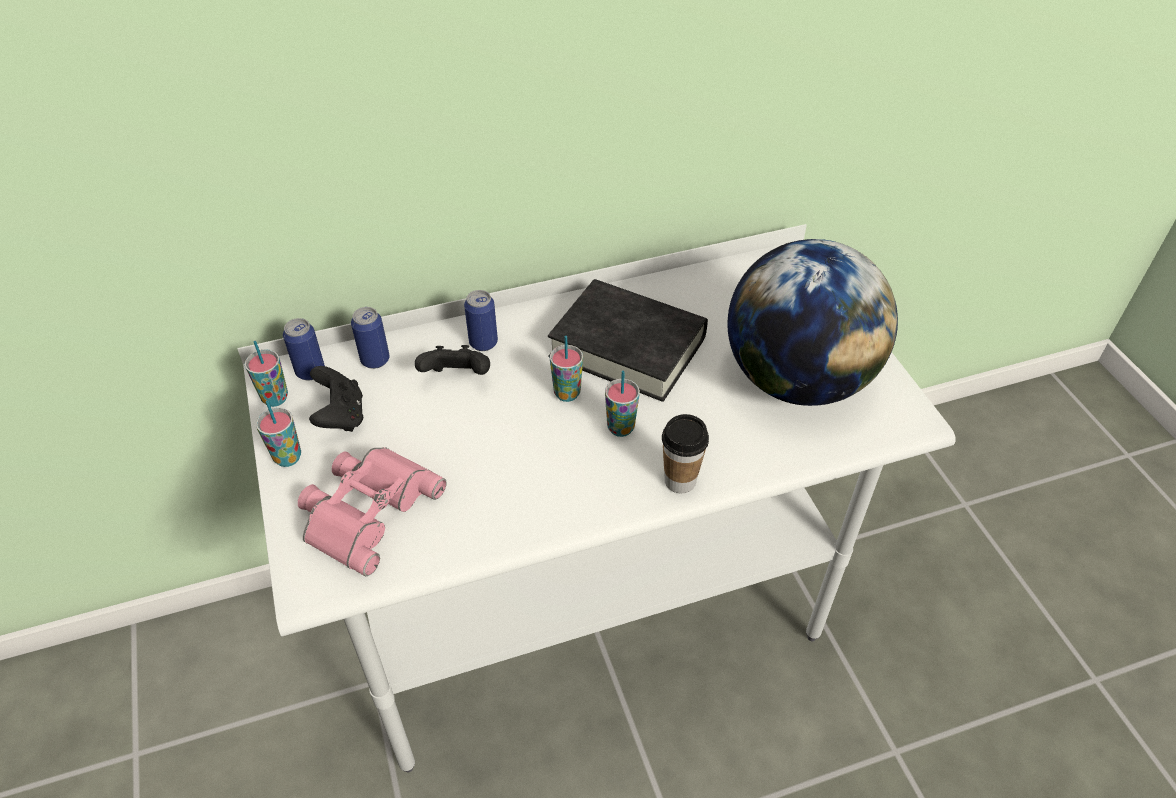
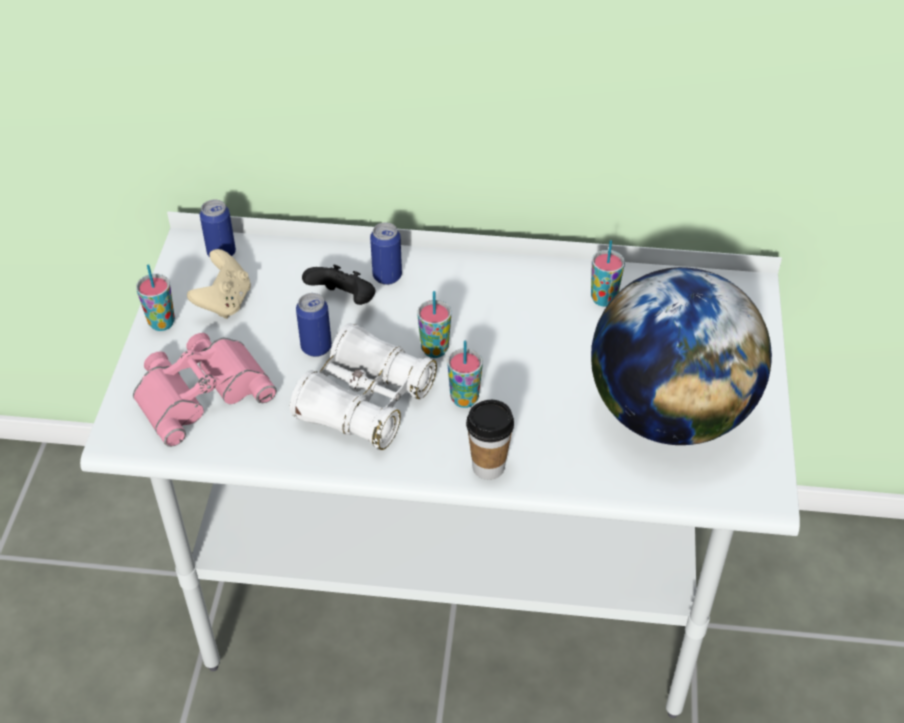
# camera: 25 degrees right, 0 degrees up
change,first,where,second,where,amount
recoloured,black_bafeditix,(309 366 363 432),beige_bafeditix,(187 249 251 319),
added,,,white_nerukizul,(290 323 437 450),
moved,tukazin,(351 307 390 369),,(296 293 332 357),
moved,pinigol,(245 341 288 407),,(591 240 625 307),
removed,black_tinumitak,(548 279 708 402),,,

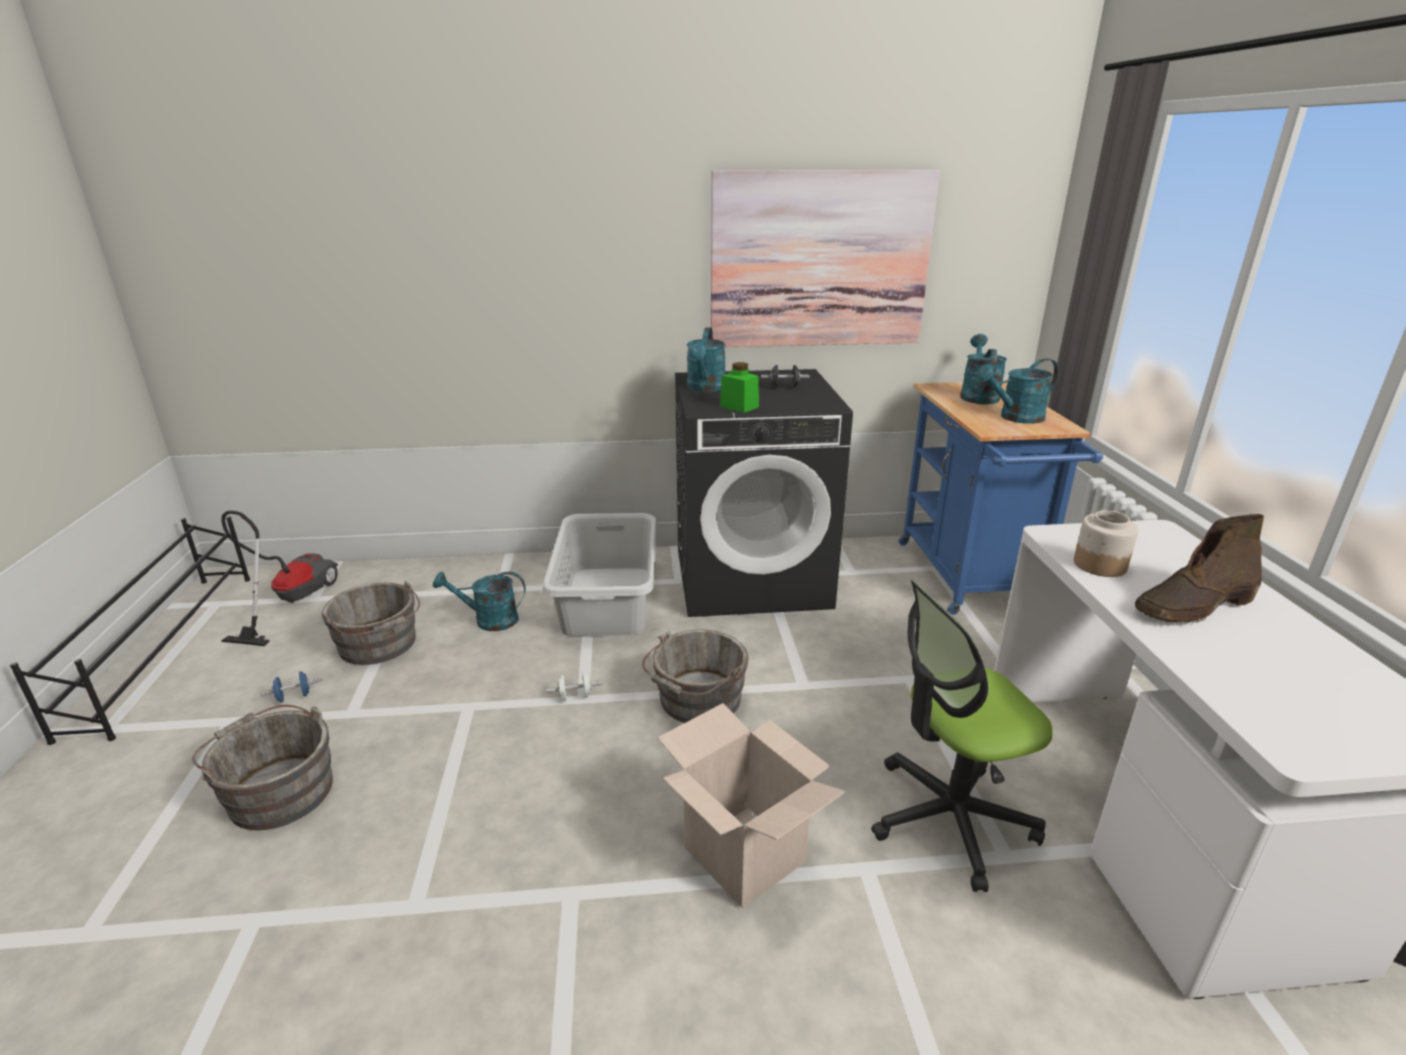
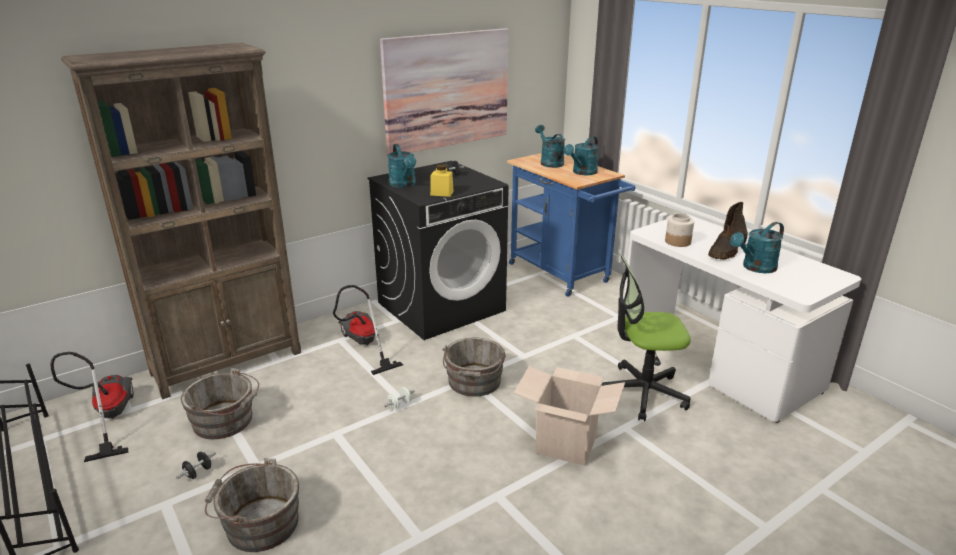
# camera: 30 degrees left, 0 degrees up
change,first,where,second,where,amount
added,,,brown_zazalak,(61 43 301 399),
recoloured,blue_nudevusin,(260 671 322 703),black_nudevusin,(176 452 216 479),
replaced,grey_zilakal,(543 513 657 636),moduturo,(333 285 403 375),
recoloured,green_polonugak,(720 362 759 413),yellow_polonugak,(430 164 454 197),
turned,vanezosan,(871 580 1053 892),,(601 254 691 421),45 degrees clockwise
moved,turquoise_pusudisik,(433 572 525 631),,(730 222 784 273),

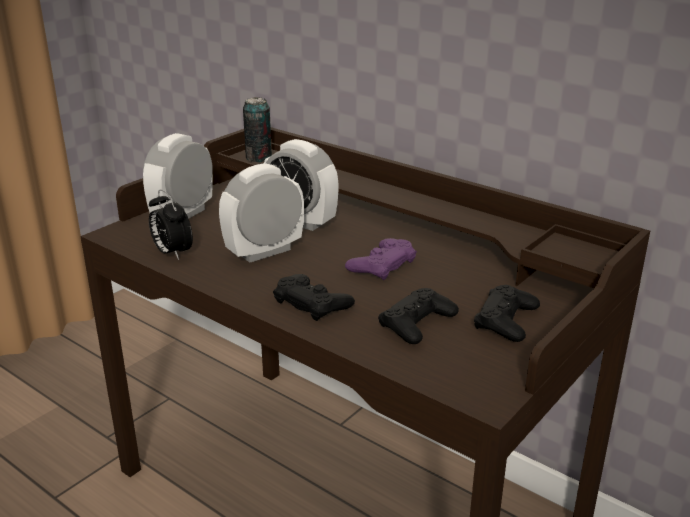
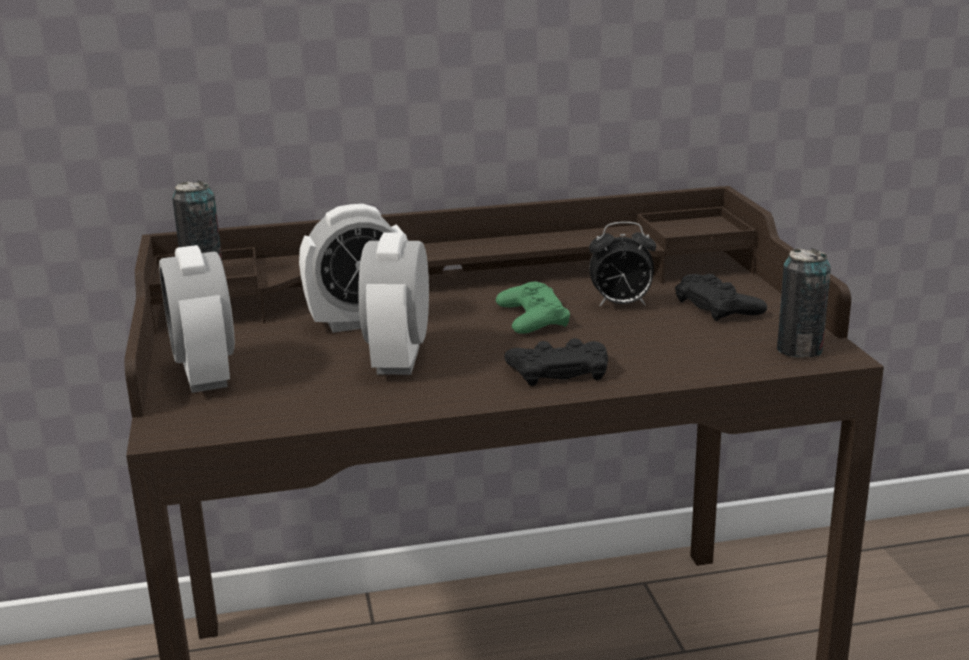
# camera: 50 degrees left, 5 degrees down
change,first,where,second,where,amount
recoloured,purple_bafeditix,(345 238 417 280),green_bafeditix,(496 282 570 334),
moved,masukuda,(149 189 193 260),,(589 222 656 306),
added,,,tukazin,(777 248 831 358),
removed,black_bafeditix,(378 288 459 344),,,

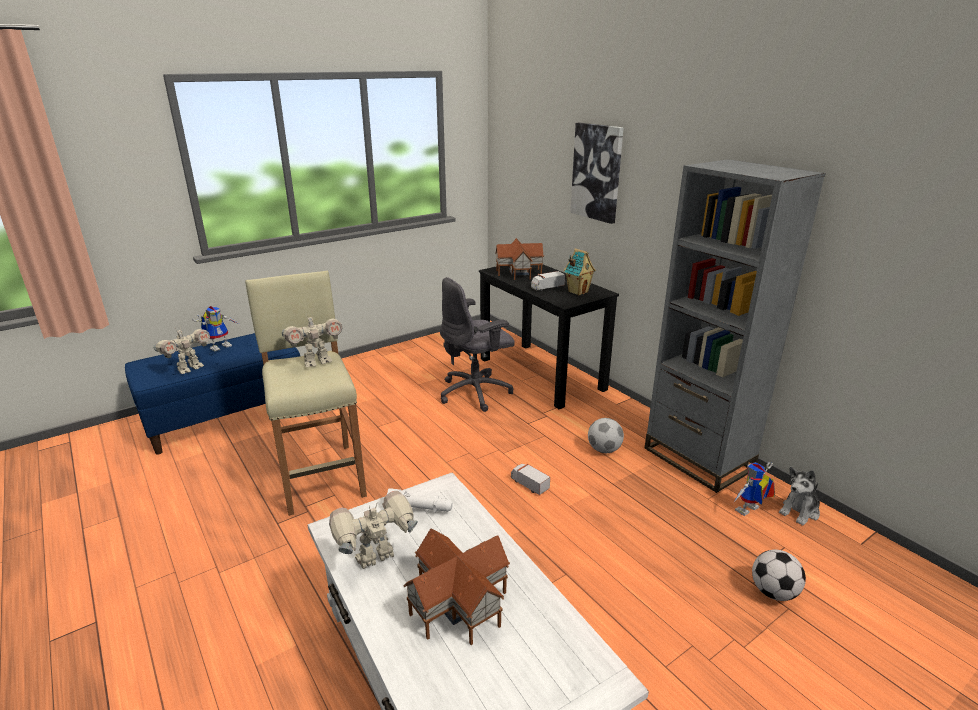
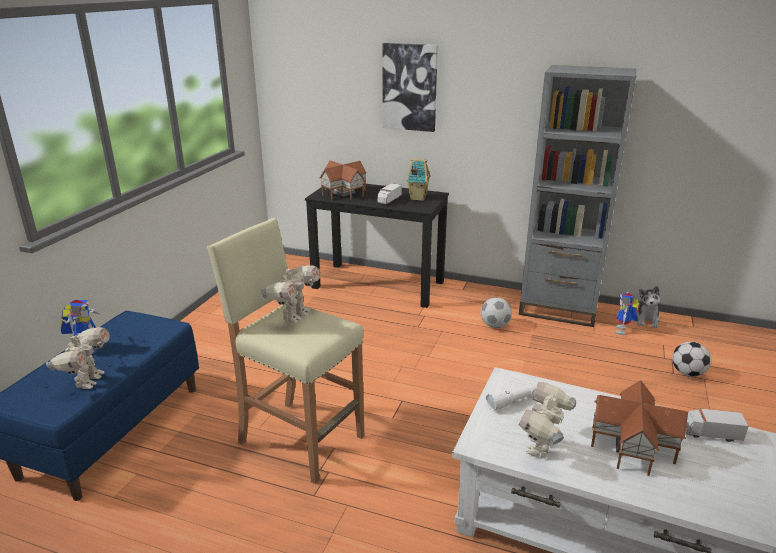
# camera: 35 degrees left, 0 degrees up
change,first,where,second,where,amount
moved,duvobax,(511 464 550 495),,(686 408 749 442),
removed,grey_vanezosan,(440 277 515 412),,,

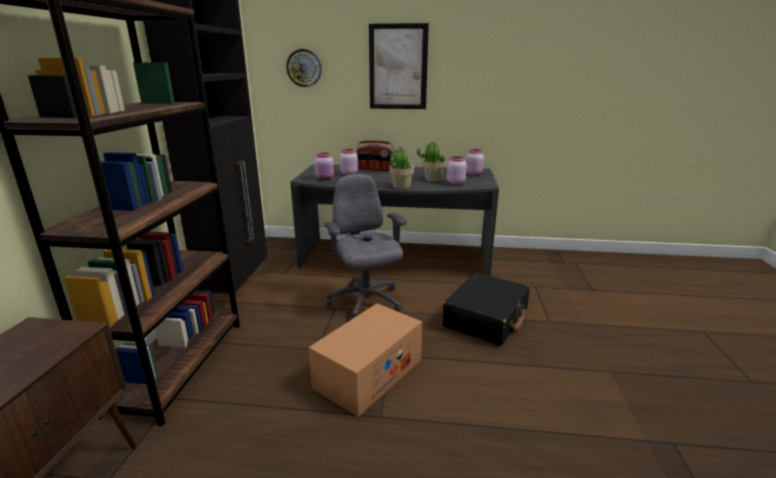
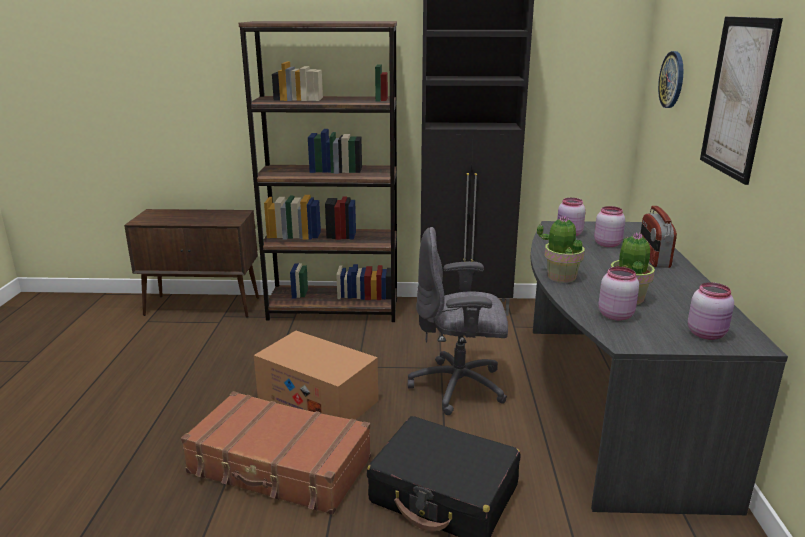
# camera: 85 degrees right, 0 degrees up
change,first,where,second,where,amount
added,,,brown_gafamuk,(181 391 371 515),
turned,grey_vanezosan,(324 174 406 318),,(408 227 508 415),150 degrees counterclockwise

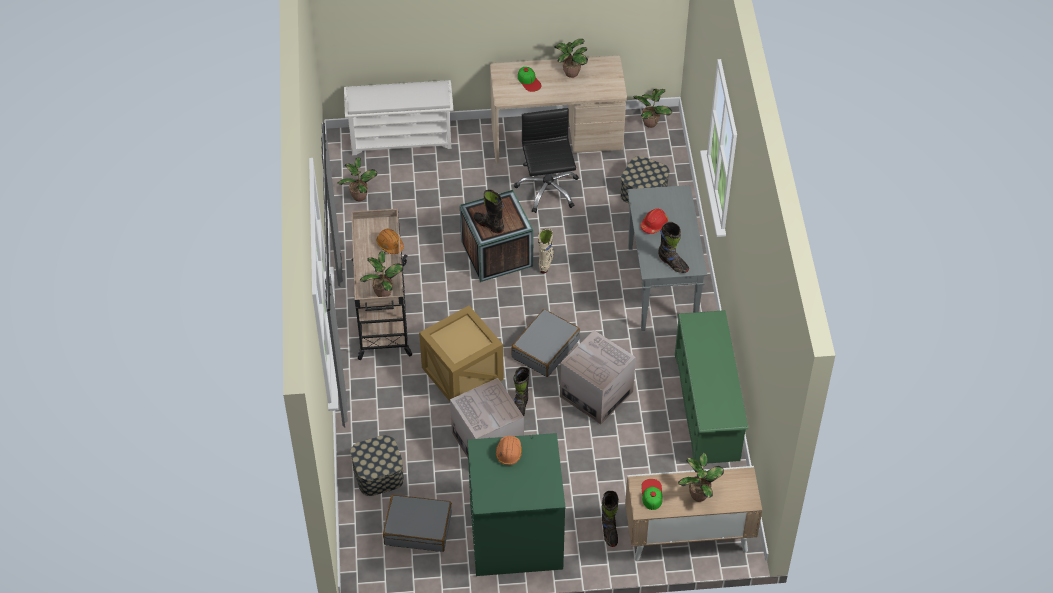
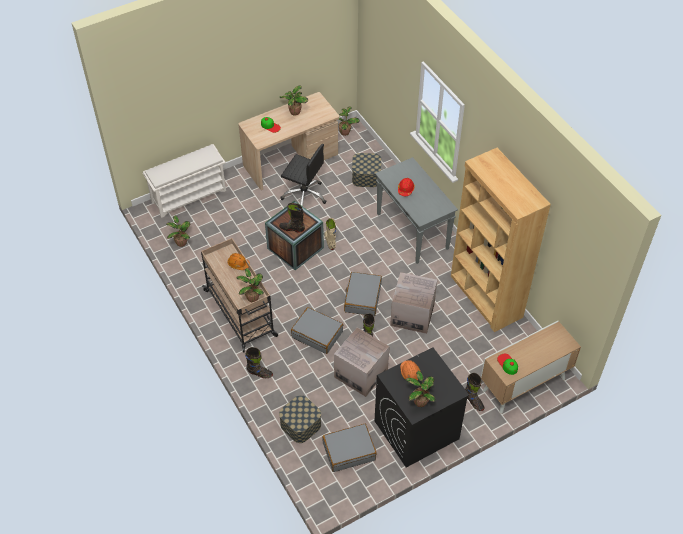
# camera: 25 degrees left, 0 degrees up
change,first,where,second,where,amount
moved,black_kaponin,(658 222 689 273),,(245 347 273 378),
turned,black_vanezosan,(514 108 579 213),,(280 144 327 206),150 degrees clockwise
replaced,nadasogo,(419 306 504 401),grey_gafamuk,(291 307 343 354),
recoloured,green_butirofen,(468 433 566 576),black_butirofen,(374 347 469 468),
moved,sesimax,(678 453 724 502),,(406 371 436 407),
replaced,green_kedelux,(675 310 748 464),brown_zazalak,(451 148 551 332),

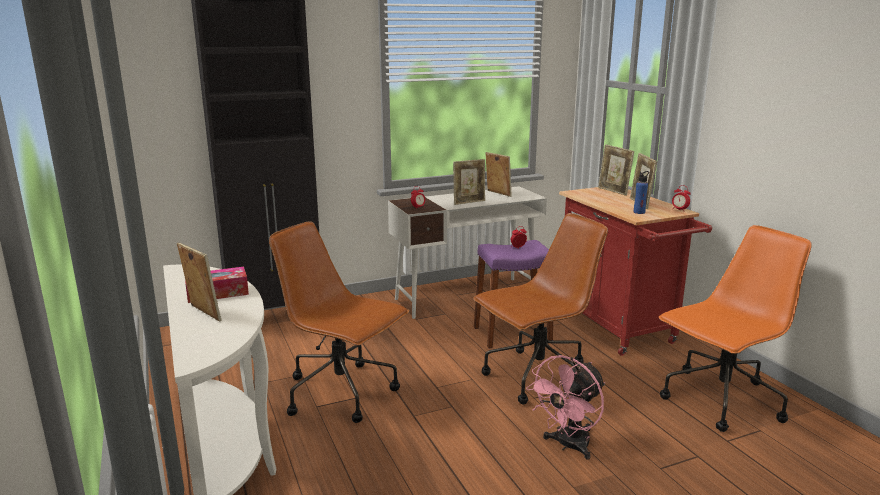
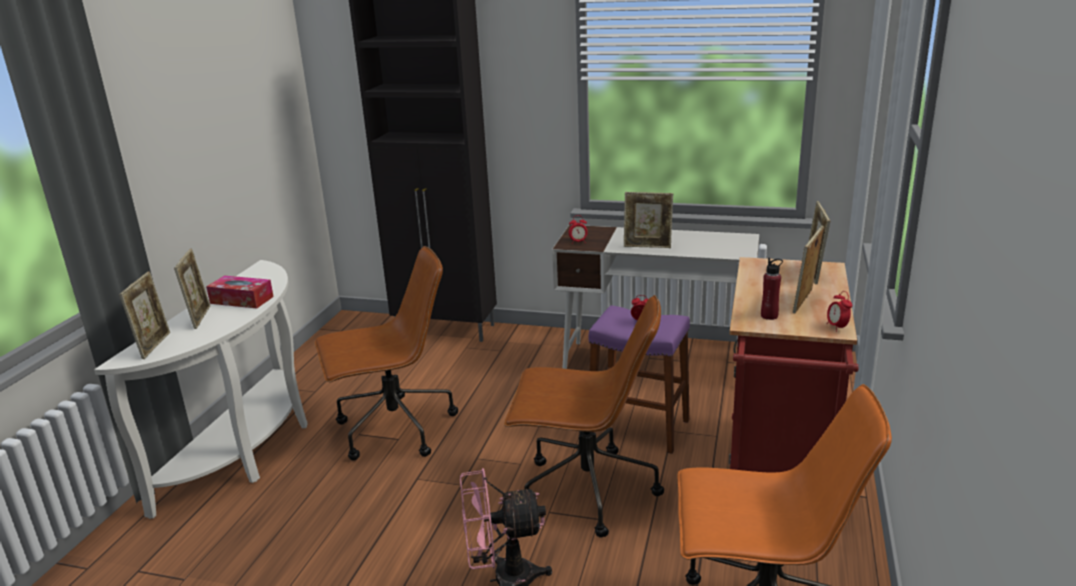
# camera: 40 degrees right, 5 degrees up
change,first,where,second,where,amount
moved,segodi,(485 152 512 197),,(119 271 170 359),
turned,brown_vanezosan,(269 221 409 423),,(314 246 458 461),90 degrees clockwise
recoloured,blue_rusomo,(634 171 649 214),red_rusomo,(761 258 783 320),

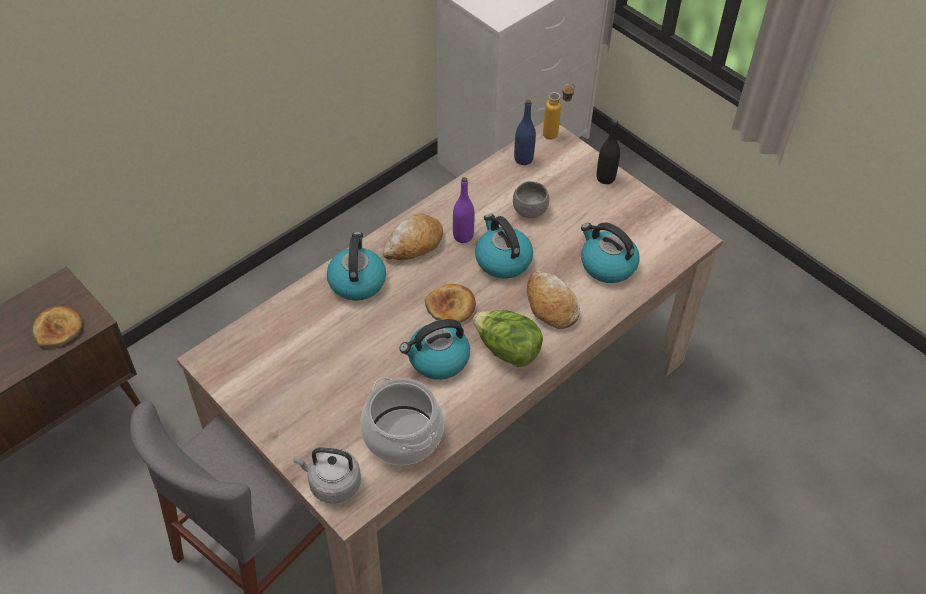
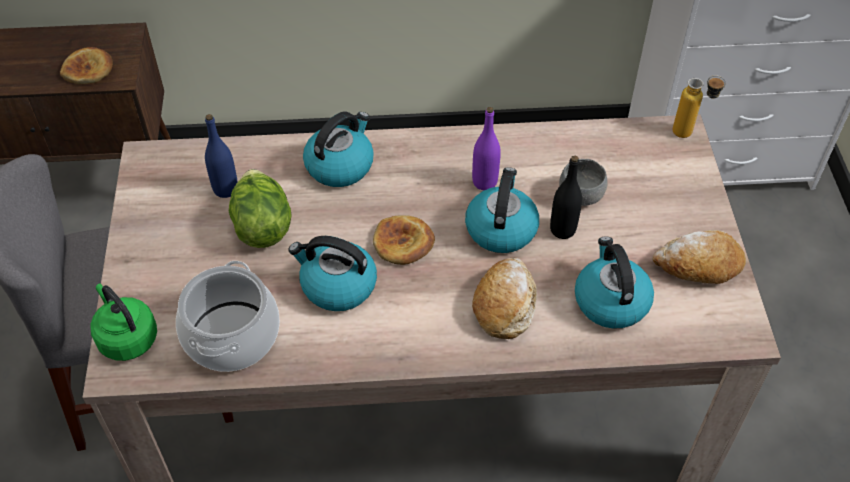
# camera: 40 degrees right, 0 degrees up
change,first,where,second,where,amount
recoloured,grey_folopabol,(294 447 361 503),green_folopabol,(90 283 157 361),
moved,blue_rusomo,(514 100 536 165),,(205 114 238 198),
moved,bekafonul,(473 310 543 367),,(229 169 292 248),
moved,black_rusomo,(596 119 620 184),,(550 156 582 239),
moved,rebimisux,(383 213 443 260),,(653 230 746 284),

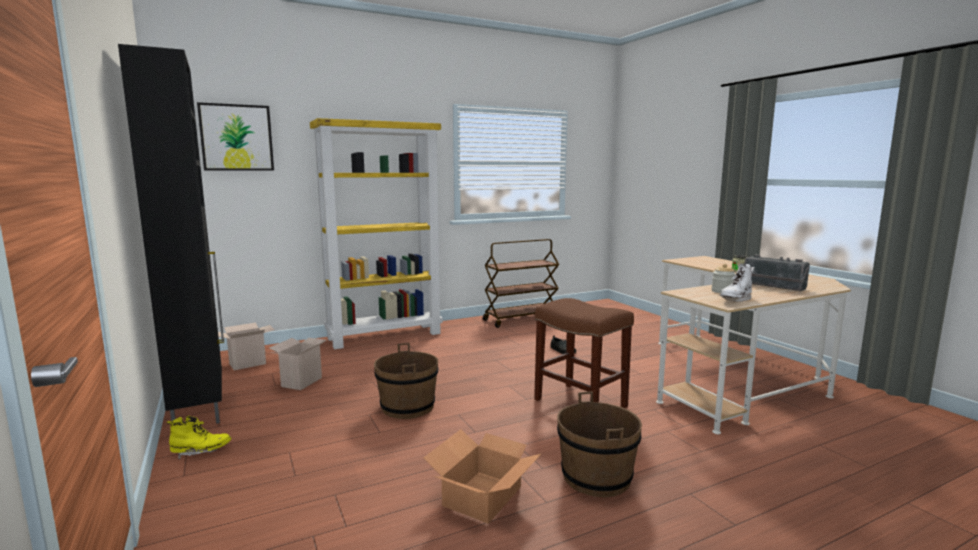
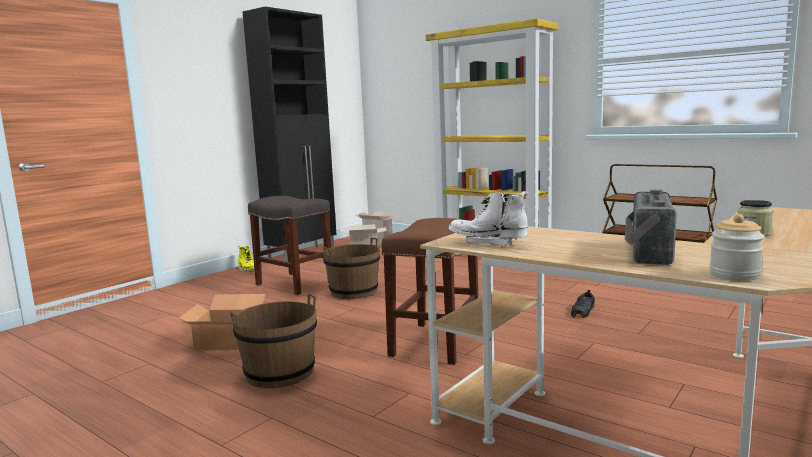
# camera: 65 degrees right, 0 degrees up
change,first,where,second,where,amount
added,,,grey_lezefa,(248 196 332 295),
moved,polonugak,(711 264 736 293),,(709 214 765 281),
removed,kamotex,(197 102 274 170),,,

